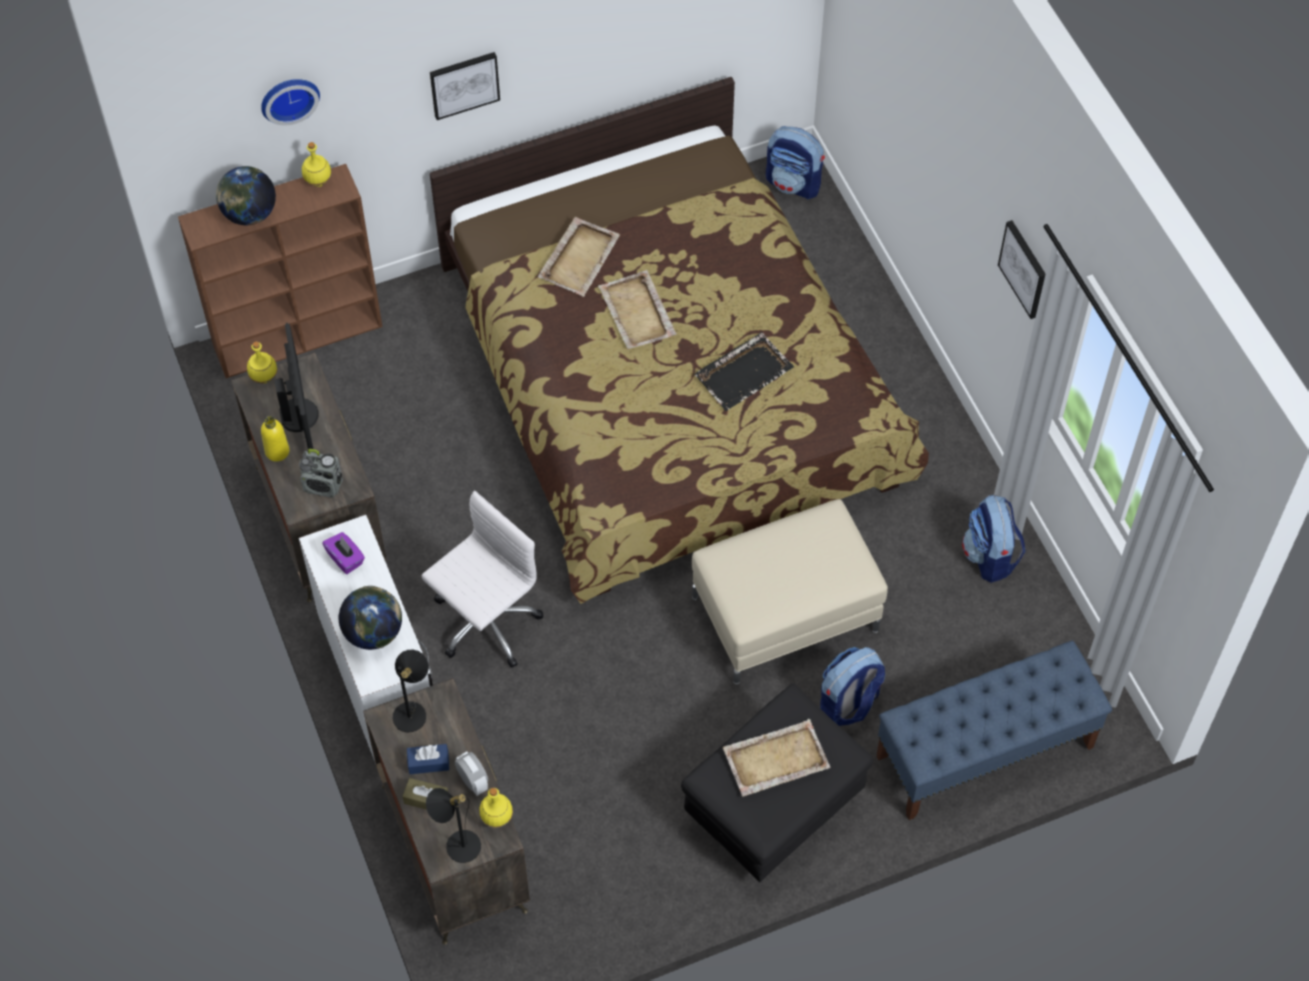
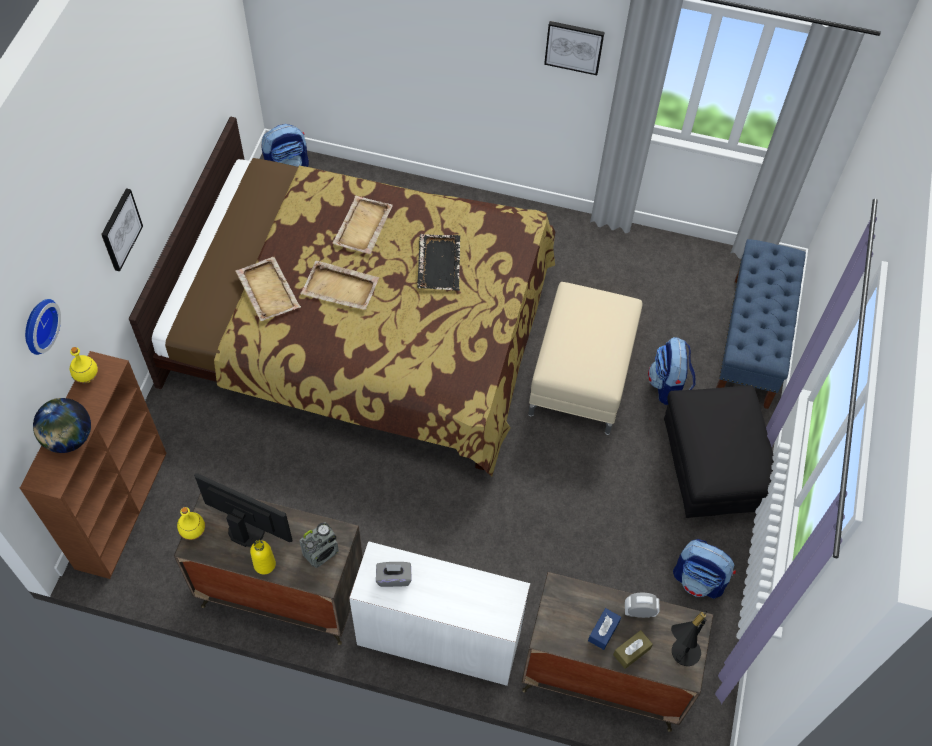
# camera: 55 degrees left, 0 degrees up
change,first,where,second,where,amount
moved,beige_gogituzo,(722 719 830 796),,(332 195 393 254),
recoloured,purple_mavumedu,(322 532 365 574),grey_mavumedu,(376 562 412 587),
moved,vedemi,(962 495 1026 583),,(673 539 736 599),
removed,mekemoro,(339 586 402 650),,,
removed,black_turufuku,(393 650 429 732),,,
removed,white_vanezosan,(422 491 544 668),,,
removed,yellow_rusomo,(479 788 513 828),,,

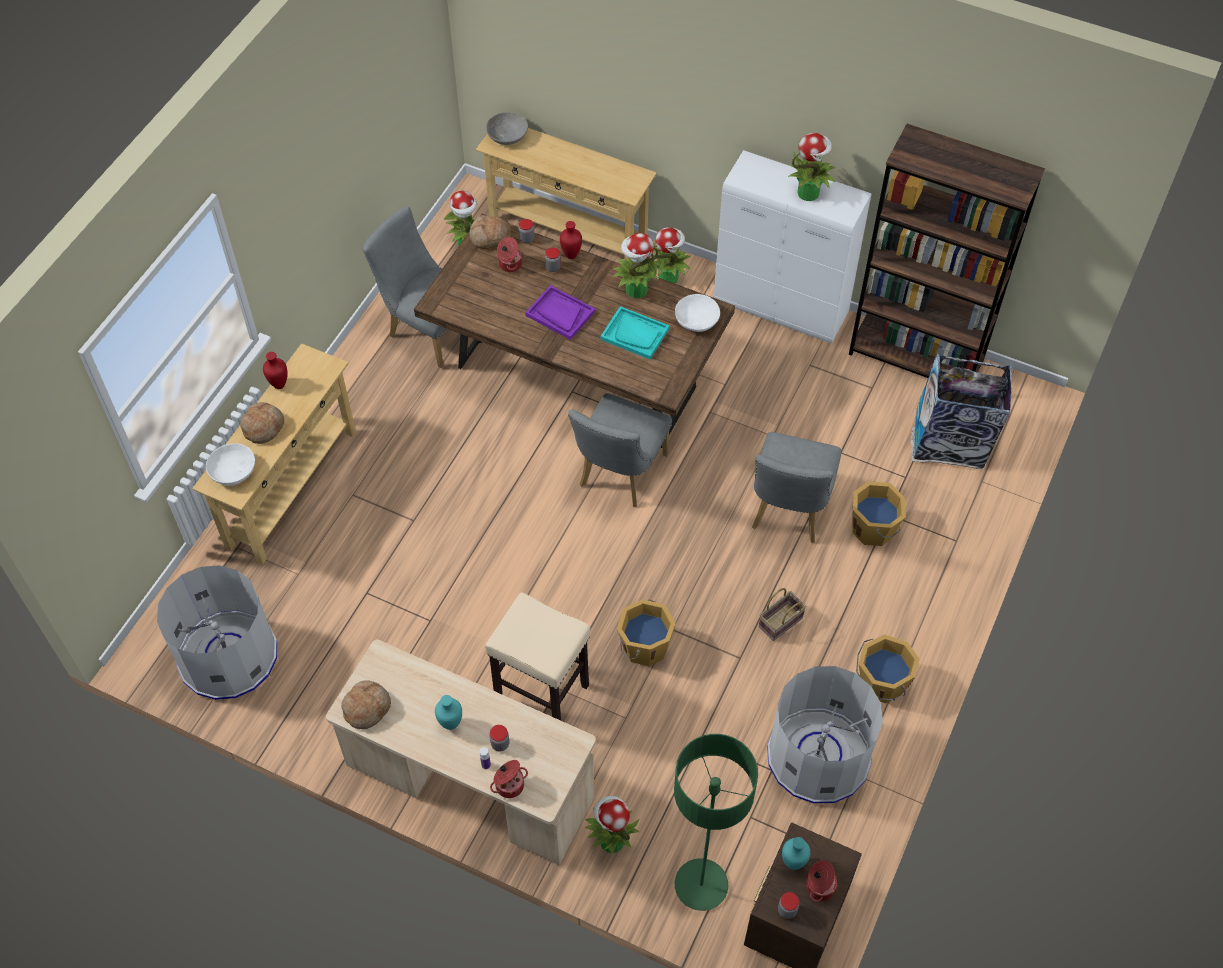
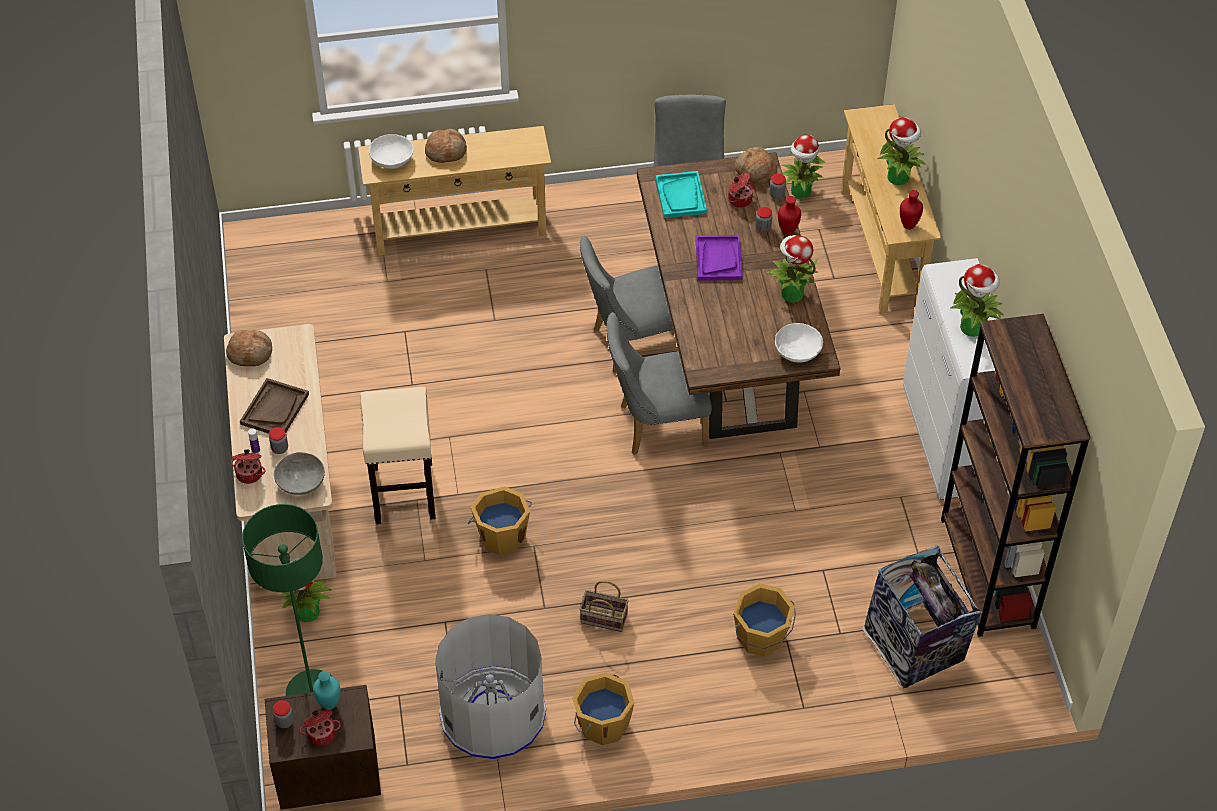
# camera: 55 degrees right, 5 degrees down
change,first,where,second,where,amount
replaced,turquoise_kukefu,(435 695 462 730),brown_gogituzo,(240 378 309 434),
moved,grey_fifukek,(486 112 528 145),,(274 452 325 495),
moved,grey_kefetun,(752 432 841 543),,(580 235 673 373),
moved,turquoise_gogituzo,(600 306 669 359),,(656 171 707 218),
moved,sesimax,(651 227 691 284),,(878 117 926 185),
moved,red_kukefu,(263 352 288 389),,(900 190 923 230),
removed,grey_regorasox,(157 565 277 700),,,

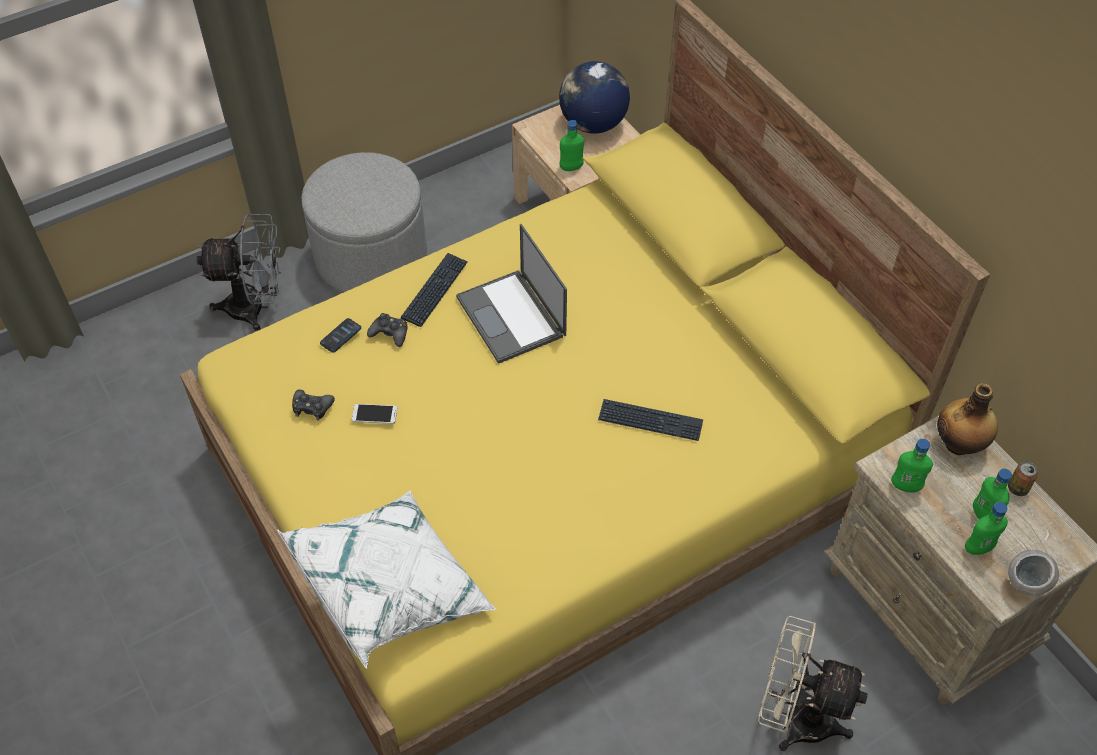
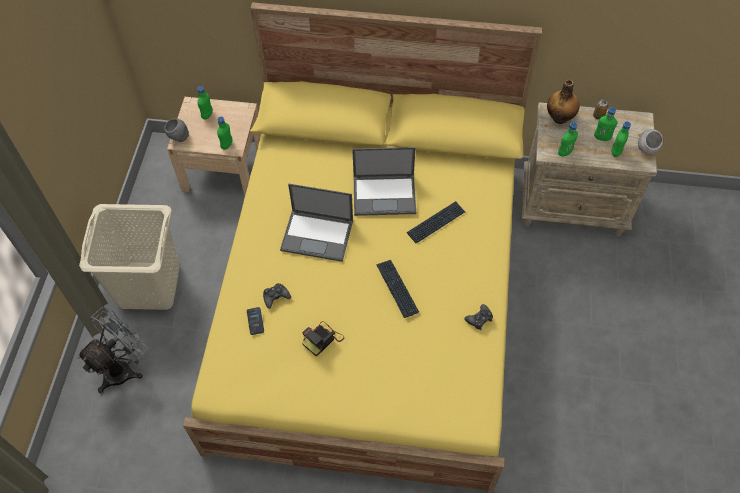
# camera: 50 degrees left, 5 degrees up
change,first,where,second,where,amount
replaced,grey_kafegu,(302 152 427 292),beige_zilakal,(79 204 180 310),
added,,,grey_fifukek,(164 119 189 142),
replaced,mekemoro,(559 61 630 134),green_rusomo,(197 86 213 119),
replaced,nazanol,(352 404 397 424),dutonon,(302 321 344 356),
added,,,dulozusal,(352 147 416 216),
moved,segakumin,(401 253 468 327),,(376 260 419 318),
moved,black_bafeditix,(292 389 335 421),,(464 304 493 330),
removed,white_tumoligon,(277 490 497 669),,,
removed,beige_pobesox,(758 616 868 751),,,

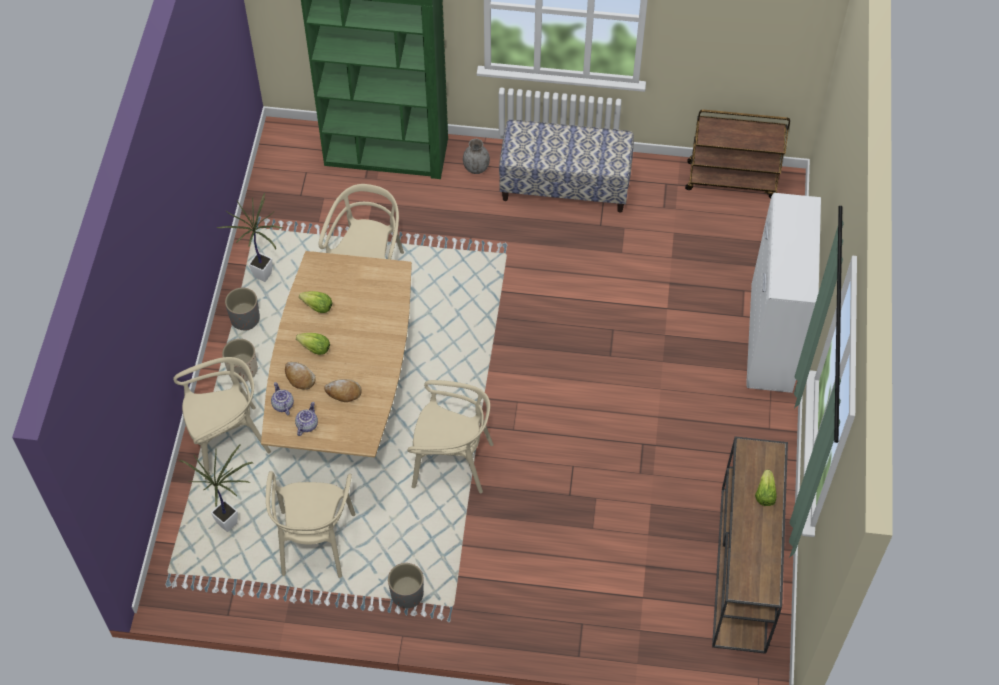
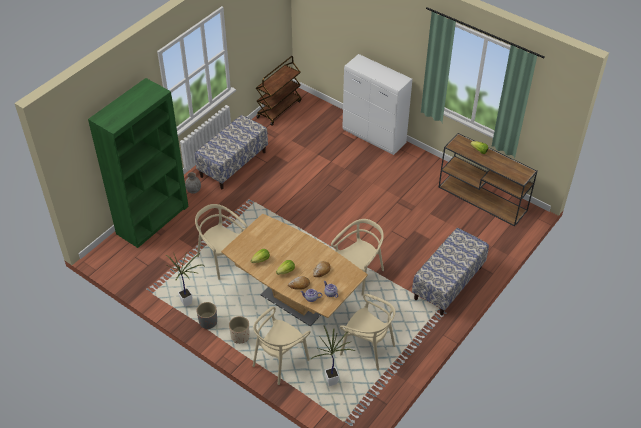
# camera: 60 degrees left, 10 degrees down
change,first,where,second,where,amount
turned,beige_kefetun,(173 357 271 480),,(253 306 311 385),150 degrees counterclockwise
added,,,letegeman,(412 228 489 315),
removed,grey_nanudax,(388 563 424 608),,,

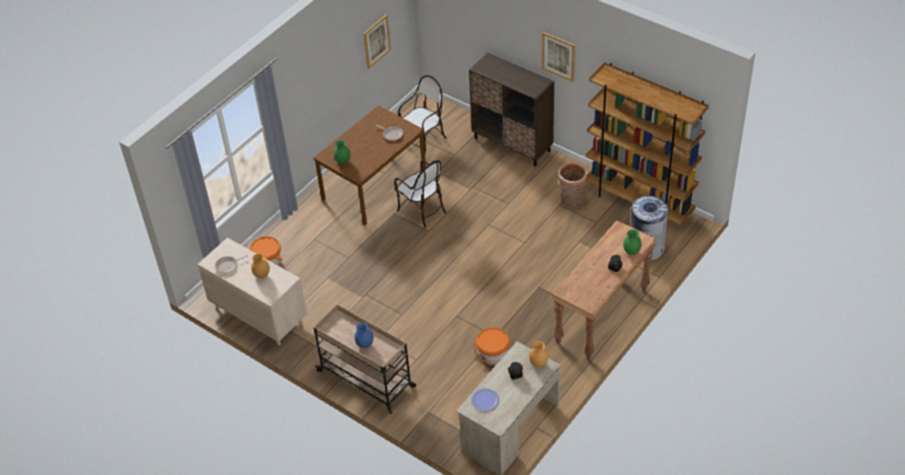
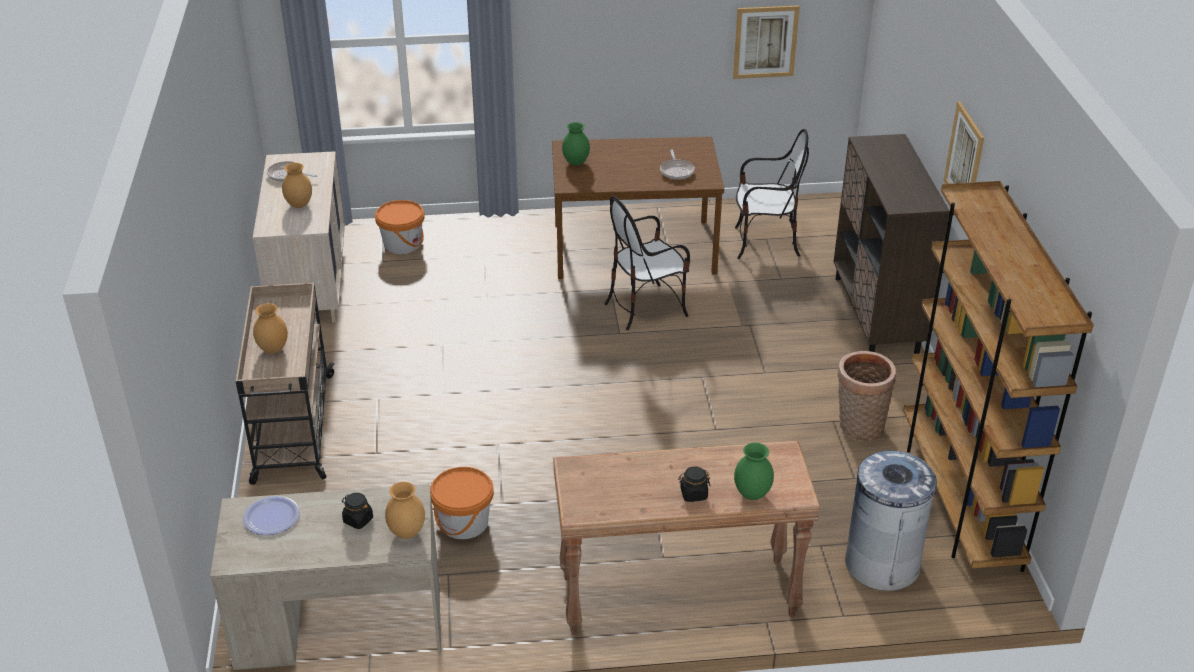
# camera: 45 degrees right, 10 degrees down
change,first,where,second,where,amount
recoloured,blue_kukefu,(354 323 373 348),brown_kukefu,(253 303 288 354),
turned,kefetun,(394 160 446 228),,(605 196 690 330),60 degrees clockwise

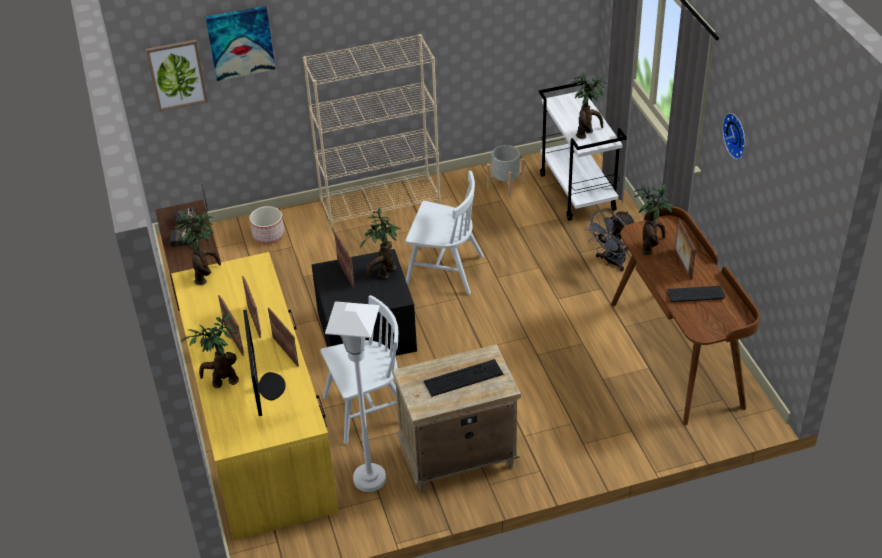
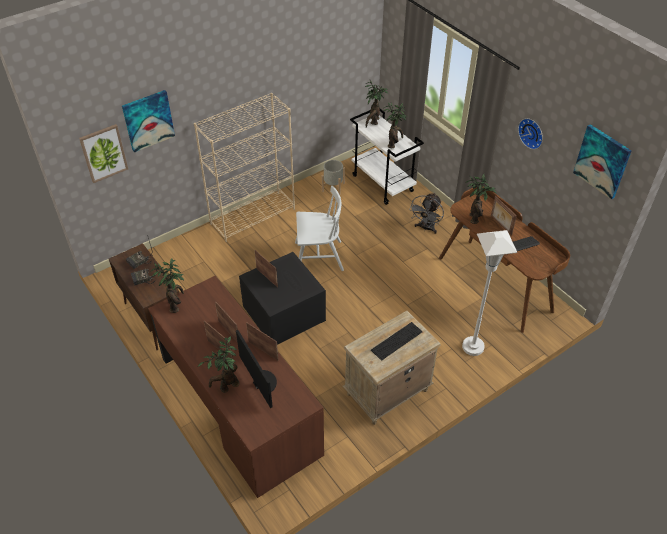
# camera: 20 degrees left, 5 degrees up
change,first,where,second,where,amount
recoloured,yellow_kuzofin,(171 252 339 541),brown_kuzofin,(148 276 324 498),
moved,sesimax,(360 207 400 280),,(365 80 388 127),
moved,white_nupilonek,(325 301 386 492),,(462 230 517 356),
added,,,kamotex,(573 124 631 200),
removed,nanudax,(249 206 285 244),,,
removed,white_kefetun,(321 295 398 444),,,

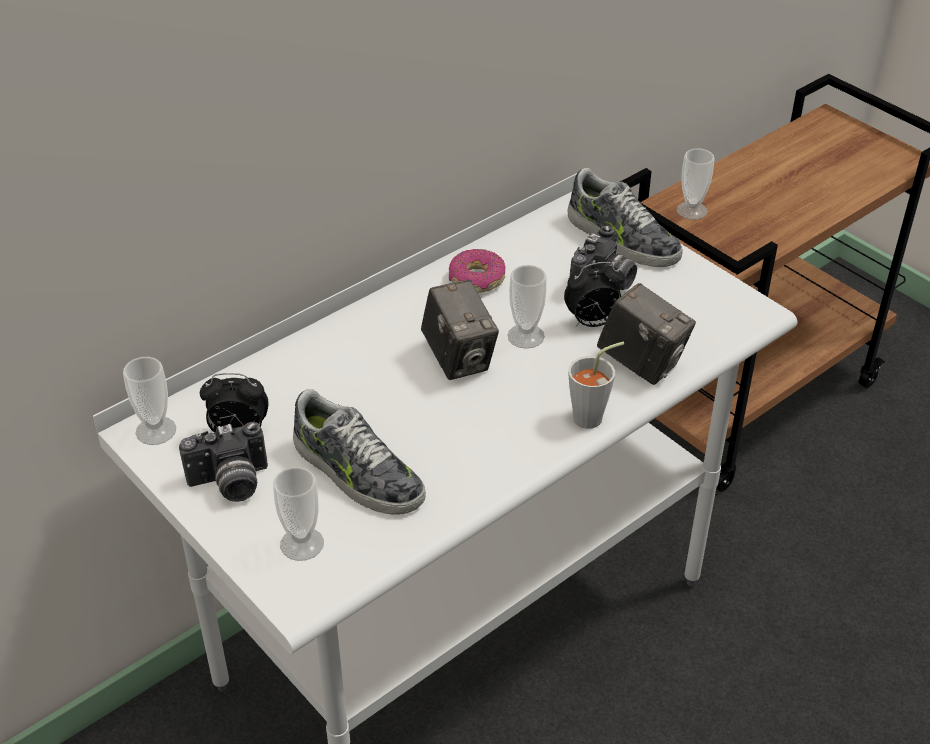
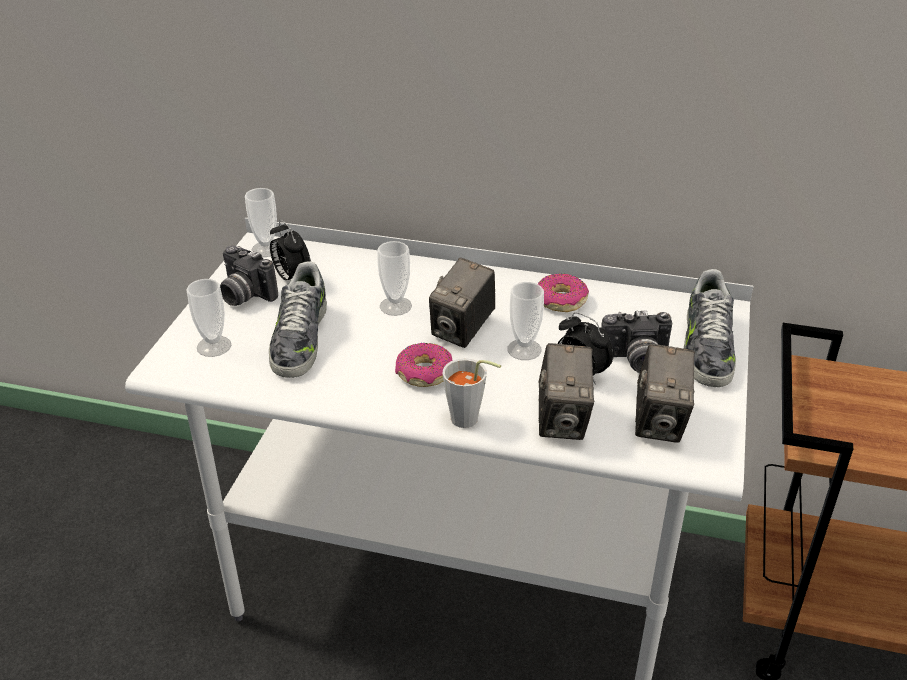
# camera: 55 degrees right, 5 degrees down
change,first,where,second,where,amount
moved,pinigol,(677 148 715 220),,(377 241 412 316),
added,,,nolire,(395 343 453 387),
added,,,dutonon,(635 344 695 443),

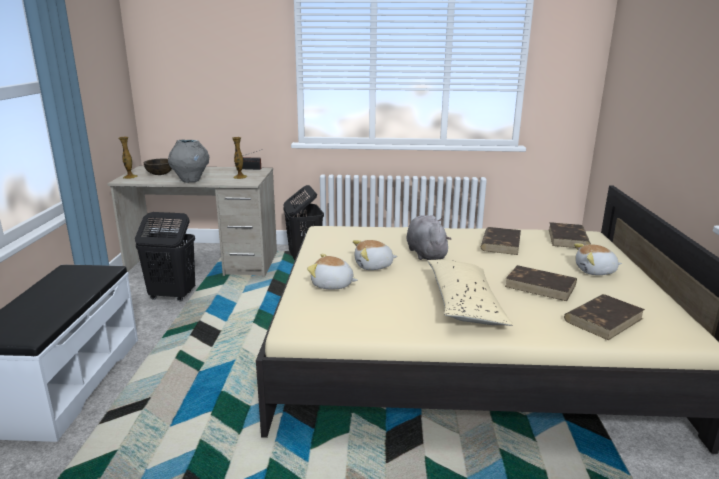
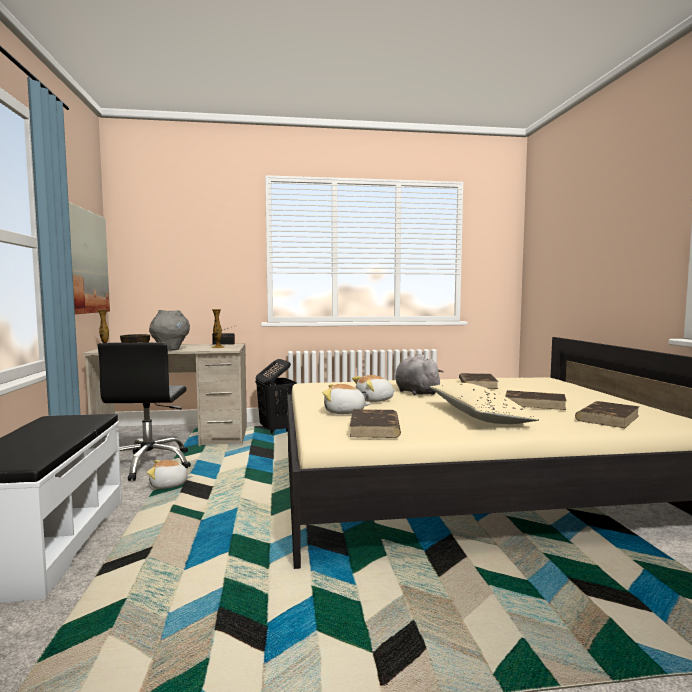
# camera: 10 degrees left, 15 degrees down
change,first,where,second,where,amount
added,,,kamotex,(69 202 110 314),
replaced,black_zilakal,(135 212 195 302),black_vanezosan,(98 342 191 481),
moved,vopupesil,(574 243 622 275),,(147 460 192 489),
moved,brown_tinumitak,(549 222 591 248),,(350 409 401 438),

